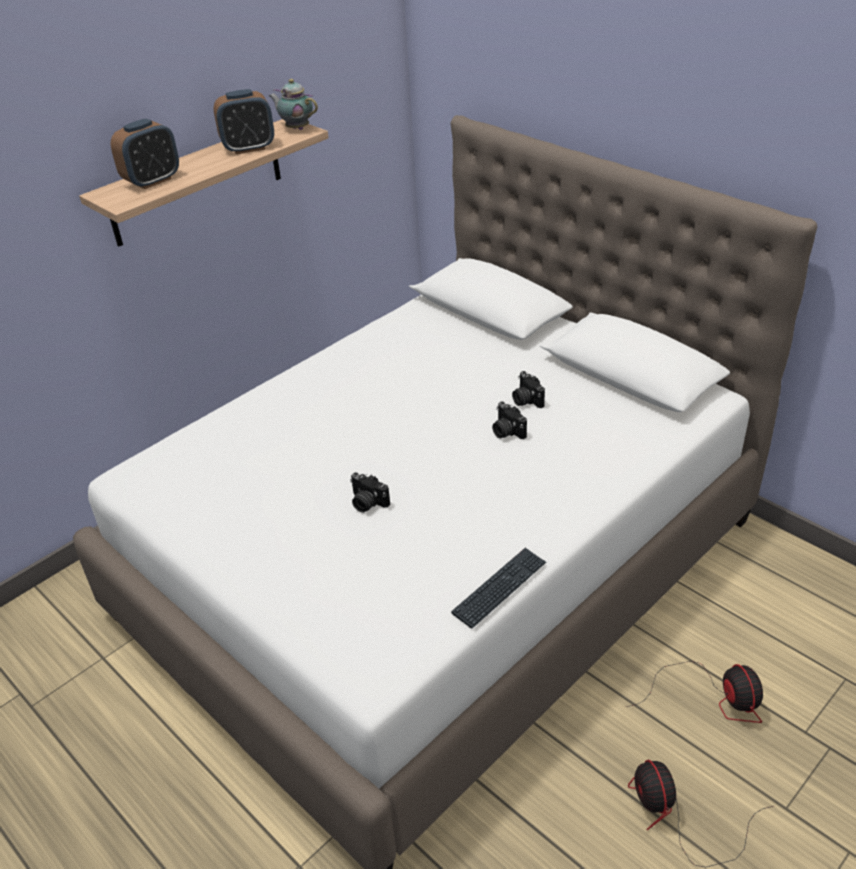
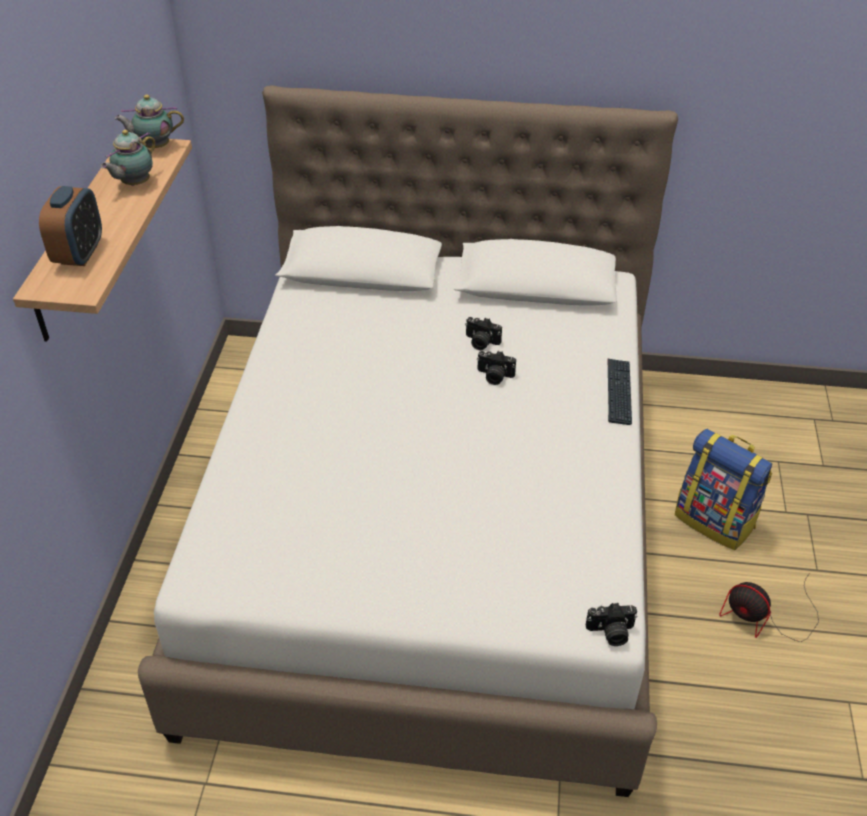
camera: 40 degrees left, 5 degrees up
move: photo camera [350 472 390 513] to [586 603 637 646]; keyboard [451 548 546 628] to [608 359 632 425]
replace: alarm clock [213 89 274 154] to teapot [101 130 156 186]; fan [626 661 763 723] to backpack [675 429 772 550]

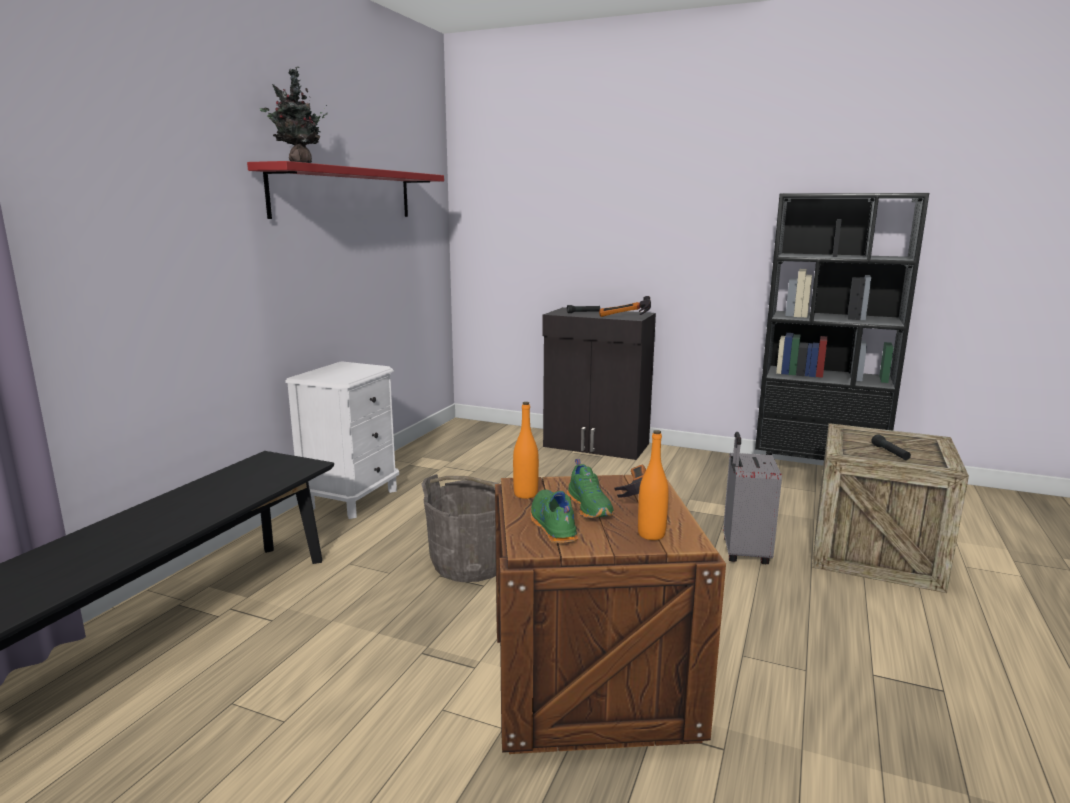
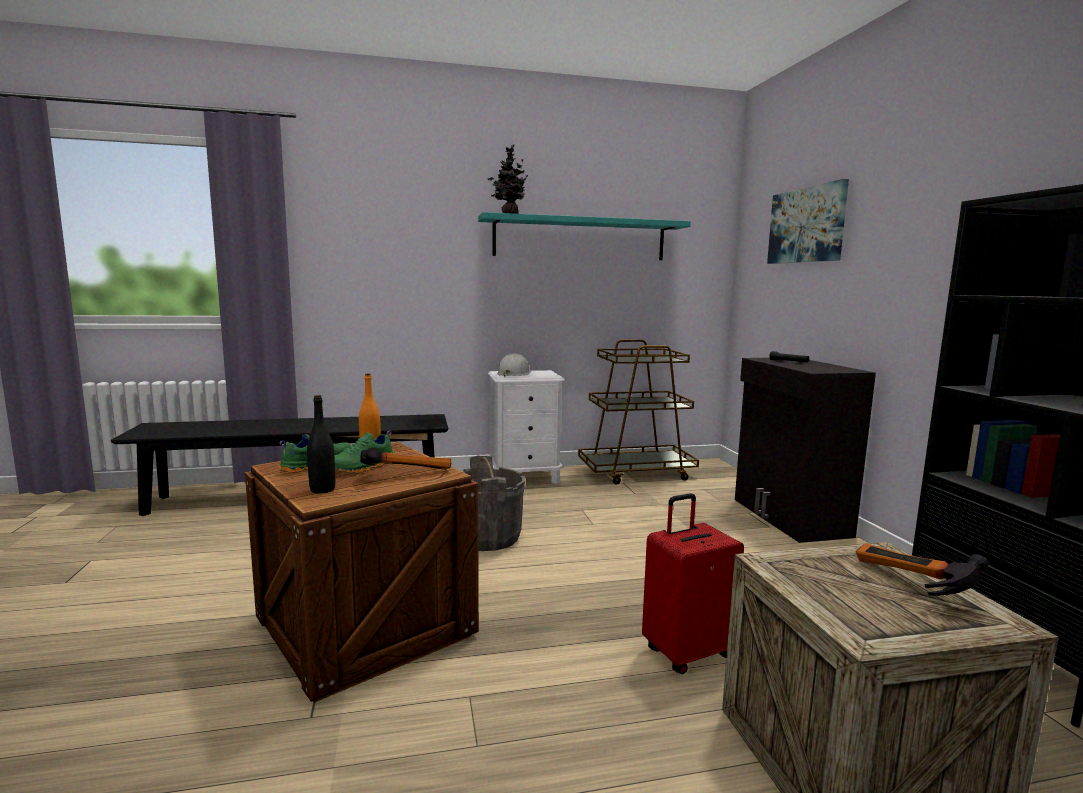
camera: 55 degrees right, 5 degrees down
delete: flashlight (black) [872 434 911 460]
insert: hard hat (white) [497 353 531 377]; cart (brown) [578 339 699 485]; picture [767 179 849 264]
move: hammer [599 296 651 317] to [856 543 989 596]
recolor: bottle (orange) [638 430 669 540] to bottle (black) [307 395 335 494]; shelf (red) [247 161 444 219] to shelf (turquoise) [478 212 691 260]; suitcase (grey) [723 432 782 564] to suitcase (red) [642 493 744 674]

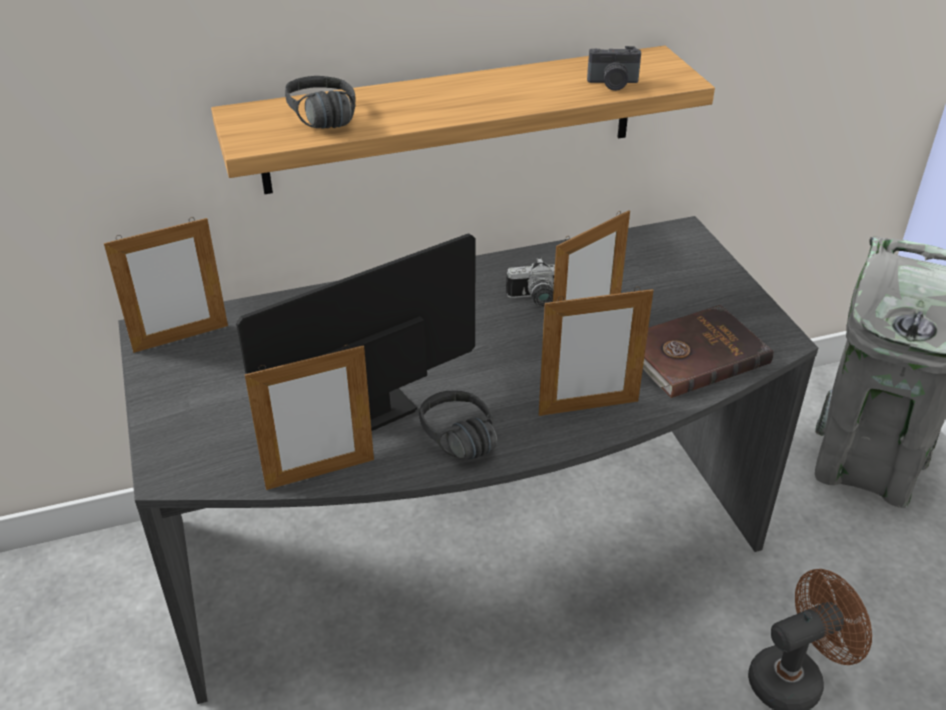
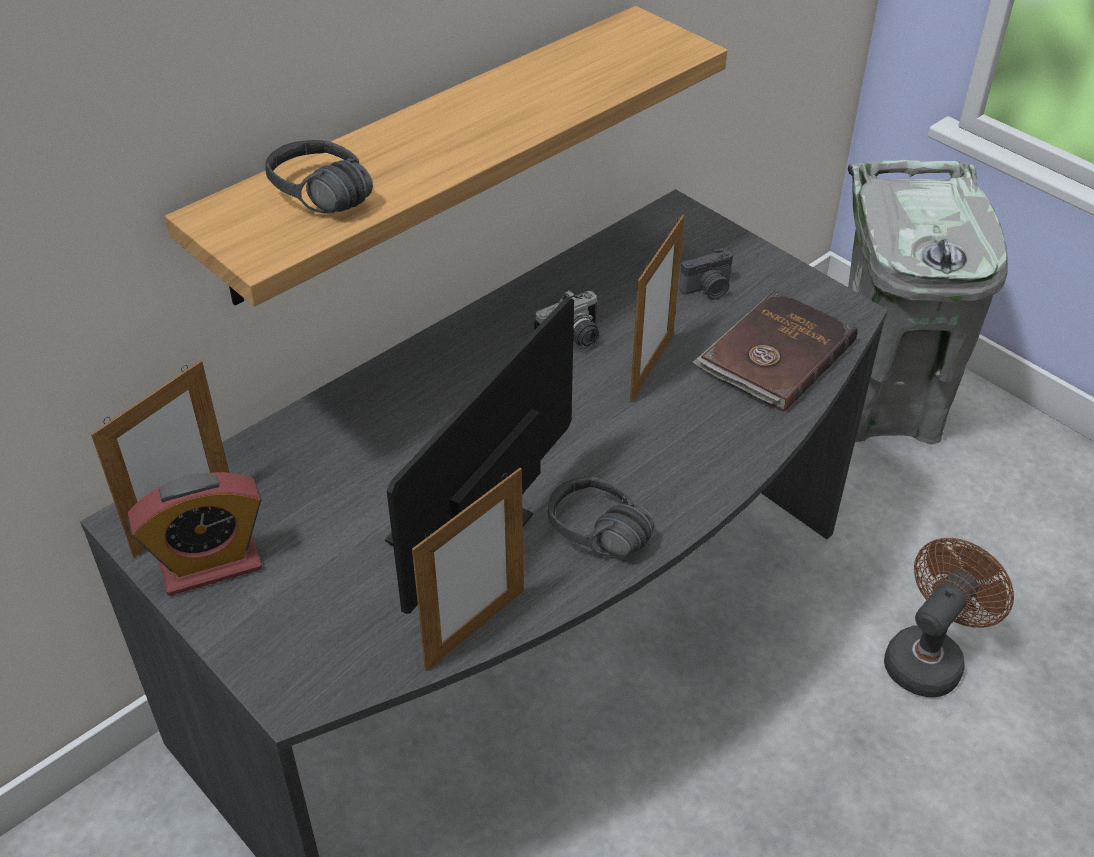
camera: 25 degrees left, 5 degrees up
delete: picture frame [539 287 654 416]
insert: alarm clock [128 472 262 596]
move: photo camera [587 46 641 91] to [679 248 733 300]

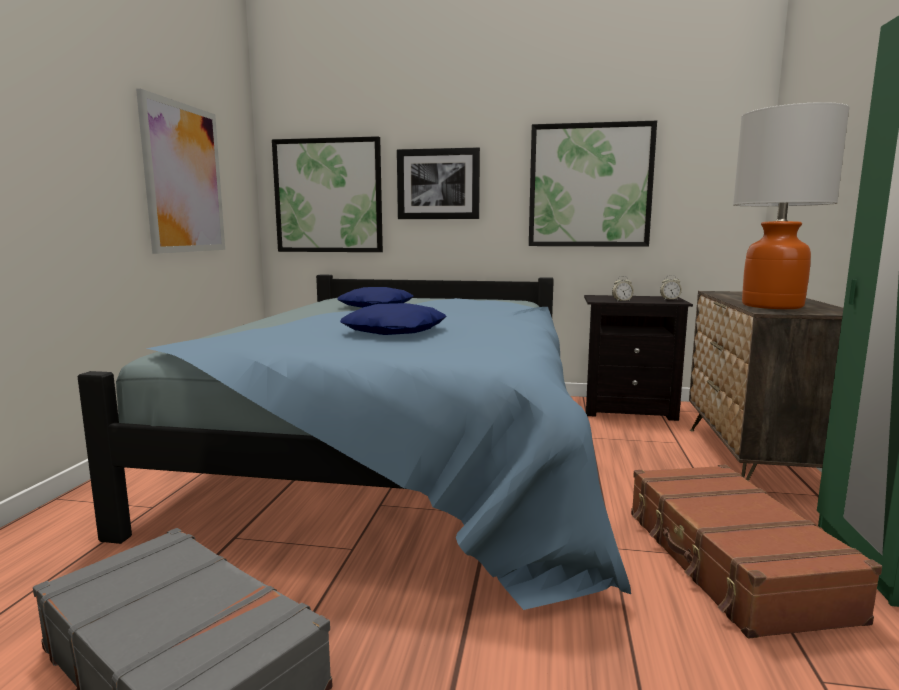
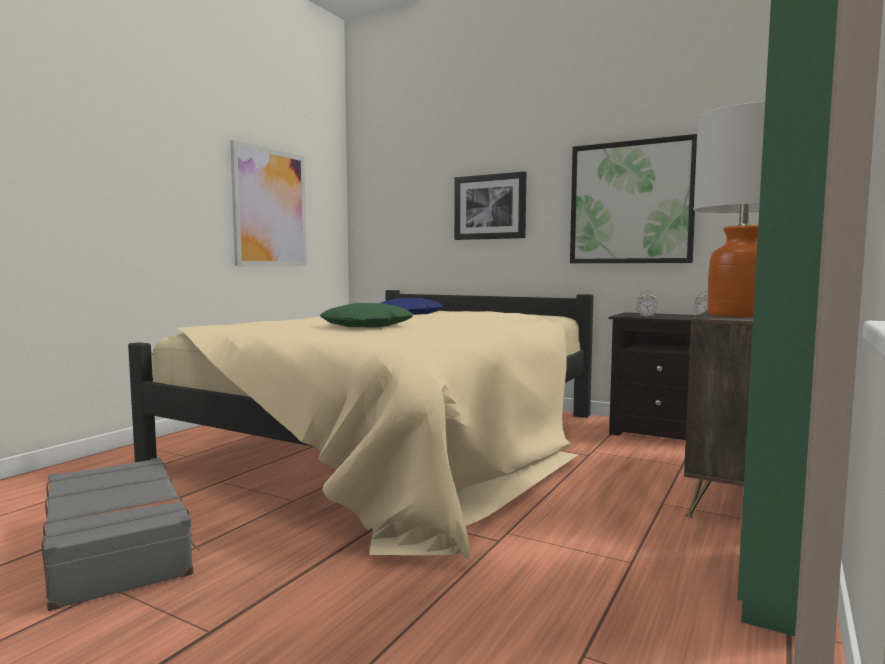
camera: 20 degrees right, 5 degrees down
delete: picture [272 136 383 252]; suitcase (brown) [631 465 882 638]
recolor: bed (blue) [77 275 631 610] to bed (beige) [128 290 593 561]; pillow (blue) [340 303 446 335] to pillow (green) [320 303 413 327]

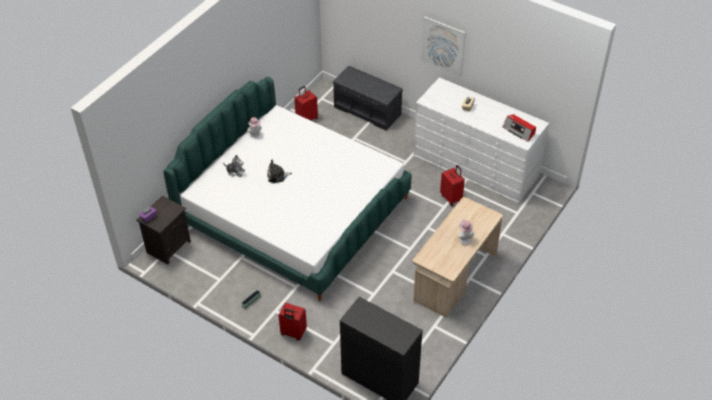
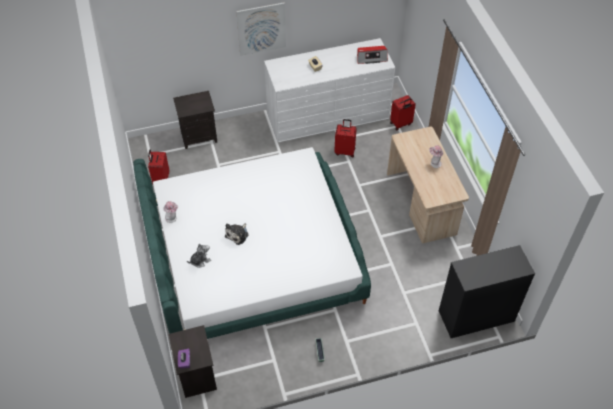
camera: 50 degrees left, 5 degrees up
move: suitcase (red) [279 303 307 341] to [390 95 416 130]
replace: bench (grey) [333 66 403 131] to nightstand (black) [173 91 218 149]

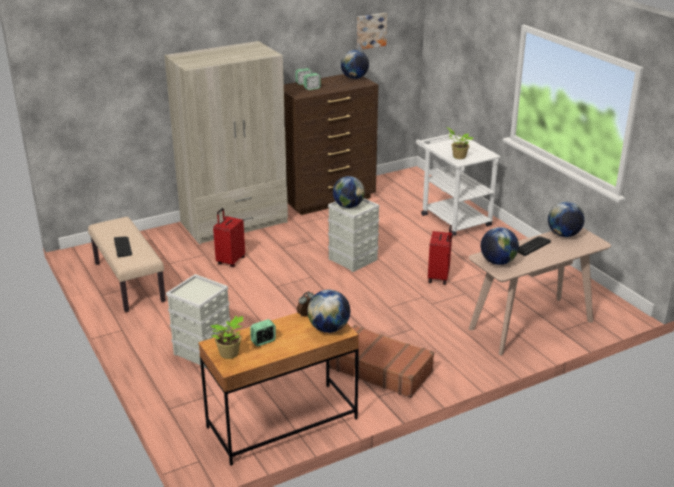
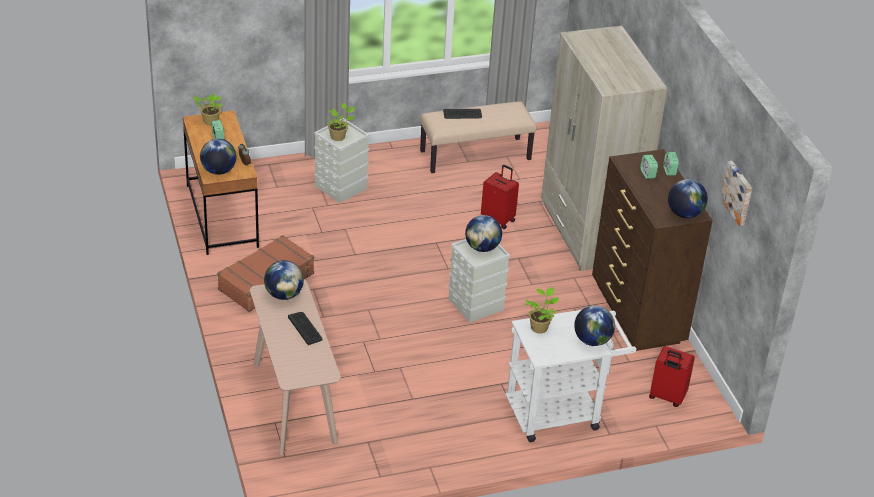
camera: 100 degrees right, 10 degrees up
insert: potted plant [327 103 355 141]
move: globe [548 202 585 237] to [574 305 615 346]; suitcase (red) [428 225 452 285] to [649 346 695 407]

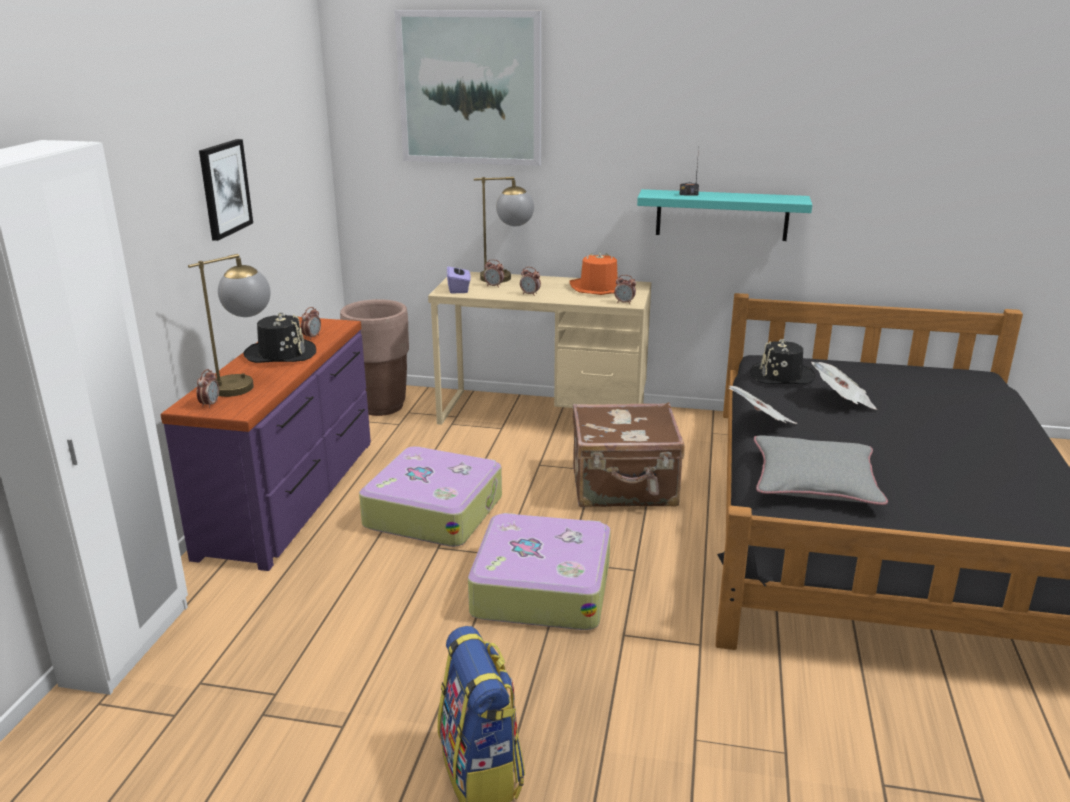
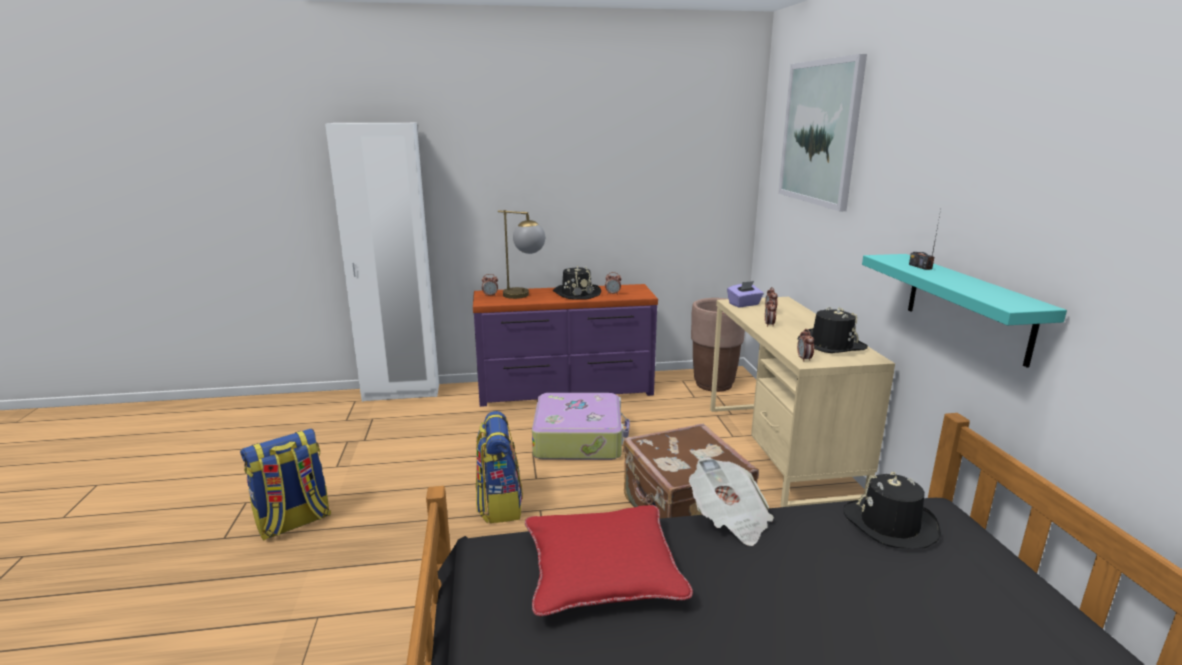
camera: 70 degrees right, 5 degrees down
delete: picture [199 139 253 241]; table lamp [474 177 534 283]; newspaper [811 362 877 410]
replace: suitcase [468 513 611 630] to backpack [476 411 523 523]
recolor: pillow (grey) [754 435 888 505] to pillow (red) [525 505 693 616]; hat (orange) [570 252 618 295] to hat (black) [798 307 868 353]

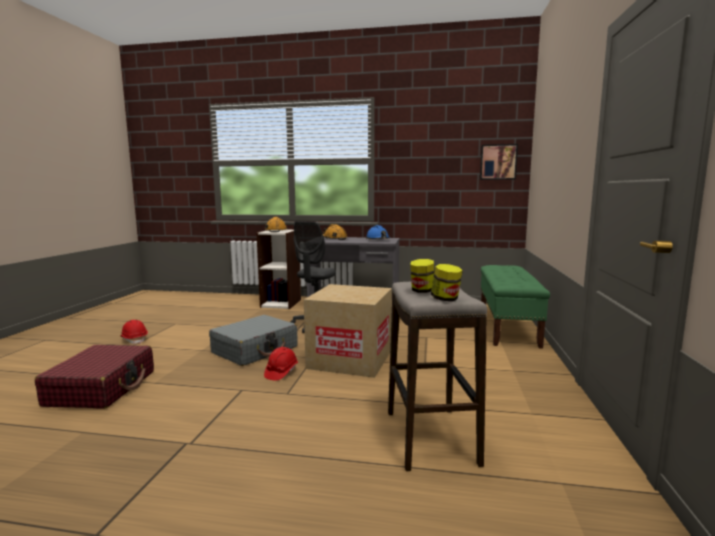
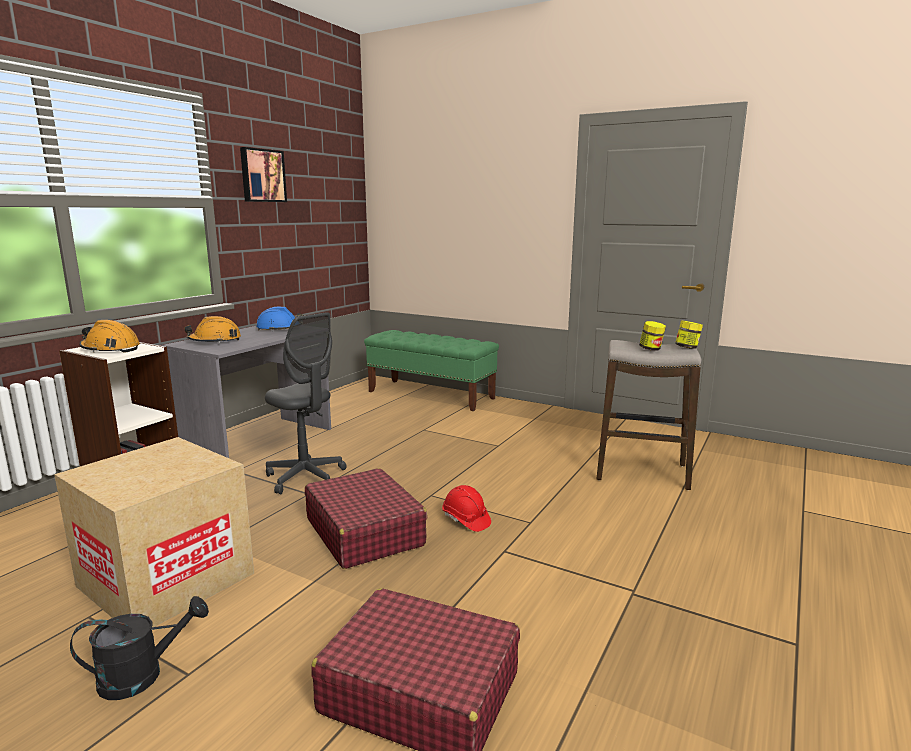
camera: 70 degrees left, 5 degrees up
move: cardboard box [304 284 392 378] to [54 437 254 627]; picture [480 144 518 180] to [240 147 287 202]
replace: hard hat (red) [120 320 148 344] to watering can (black) [70 596 209 700]
recolor: suitcase (grey) [209 315 298 366] to suitcase (red) [305 468 427 569]

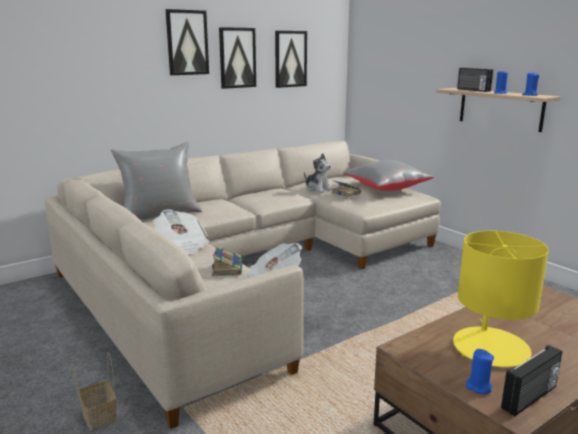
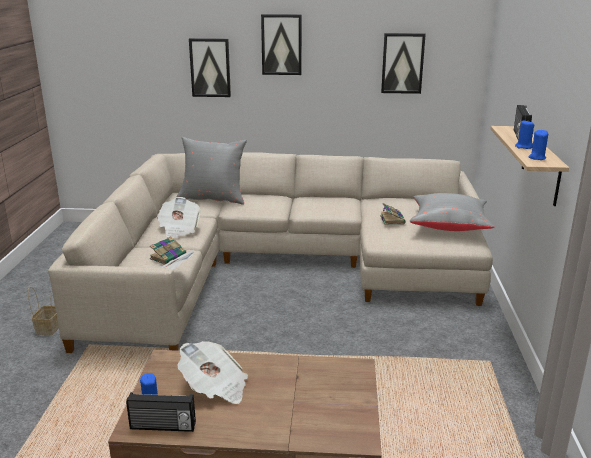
camera: 40 degrees right, 5 degrees up
delete: plush toy [304 153 333 193]
move: picture [219 27 256 89] to [189 38 231 97]
replace: table lamp (yellow) [453 231 549 367] to newspaper [177 341 248 404]

